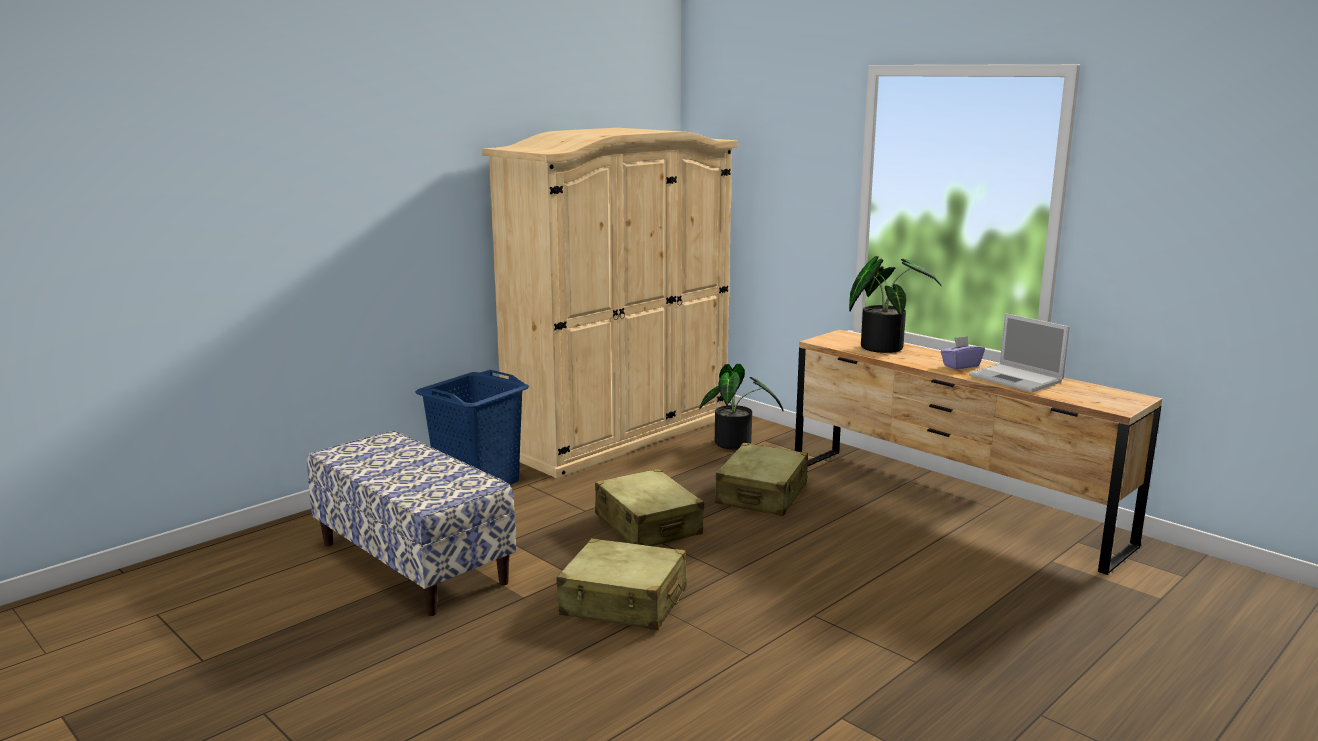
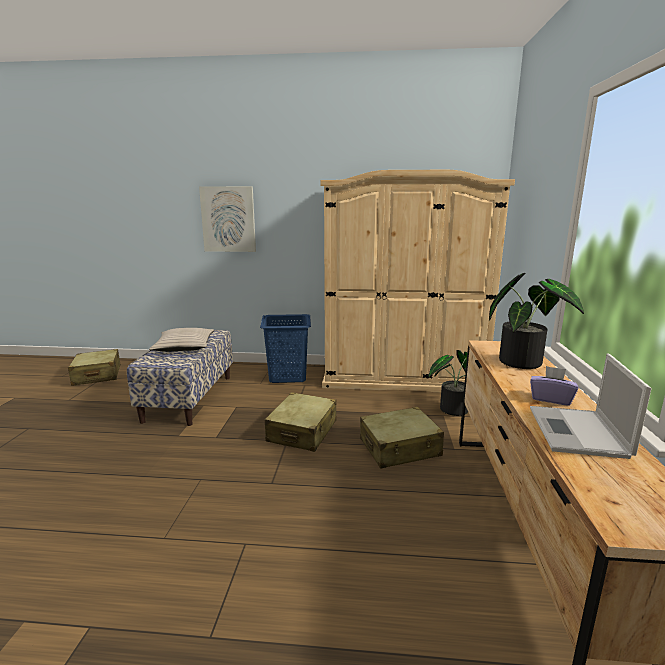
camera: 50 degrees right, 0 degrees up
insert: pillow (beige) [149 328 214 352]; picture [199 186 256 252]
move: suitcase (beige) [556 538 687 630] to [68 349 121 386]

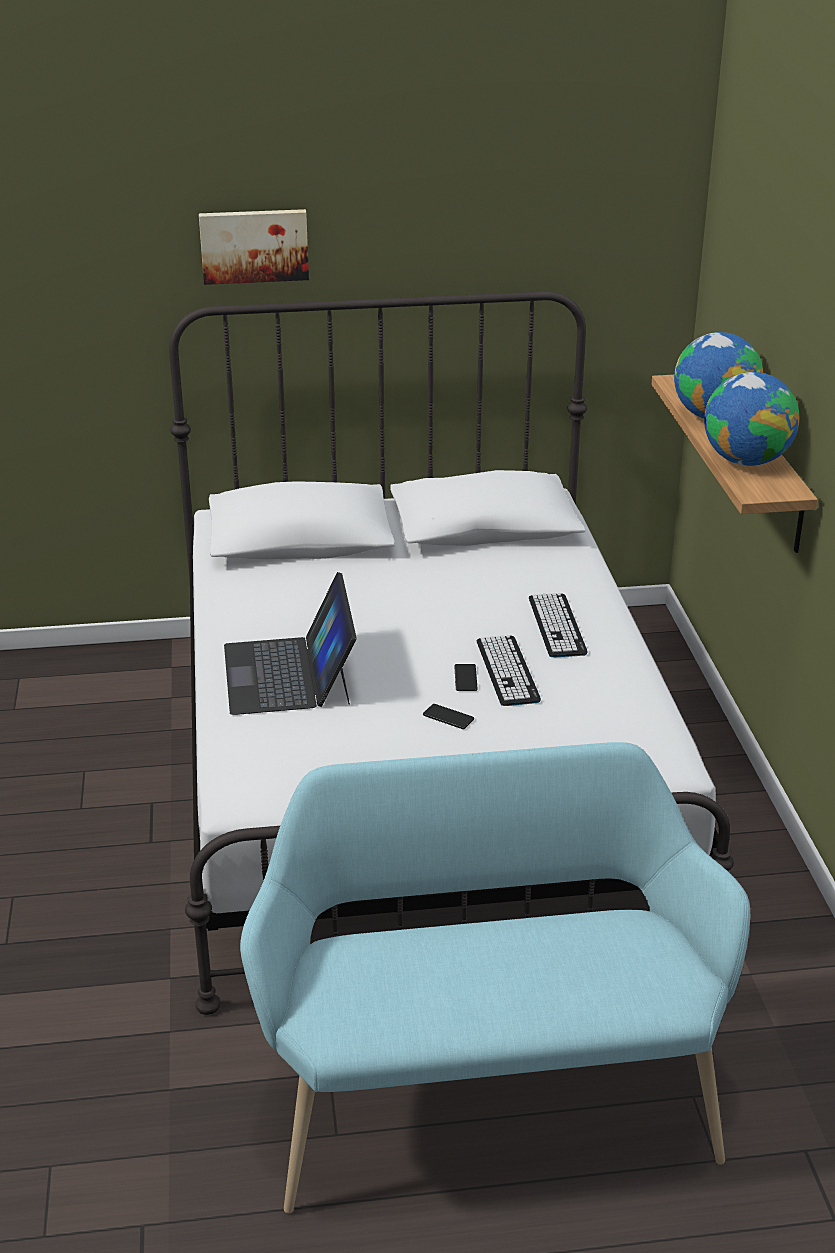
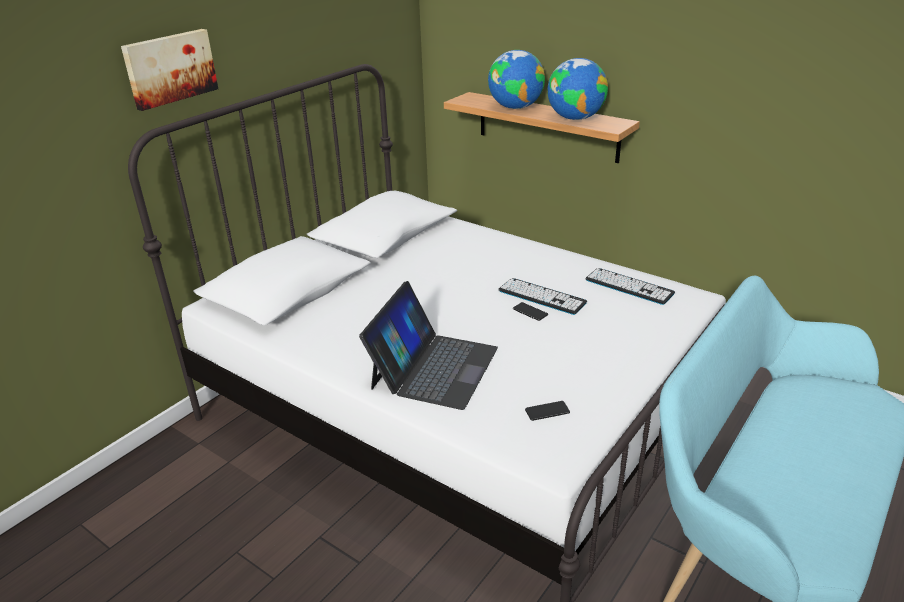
camera: 45 degrees left, 0 degrees up
move: phone [423 704 474 729] to [525 401 570 421]; keyboard [529 593 588 657] to [585 268 675 305]
rotate: laptop [224 572 357 715] = [359 281 498 410] 105 degrees counterclockwise

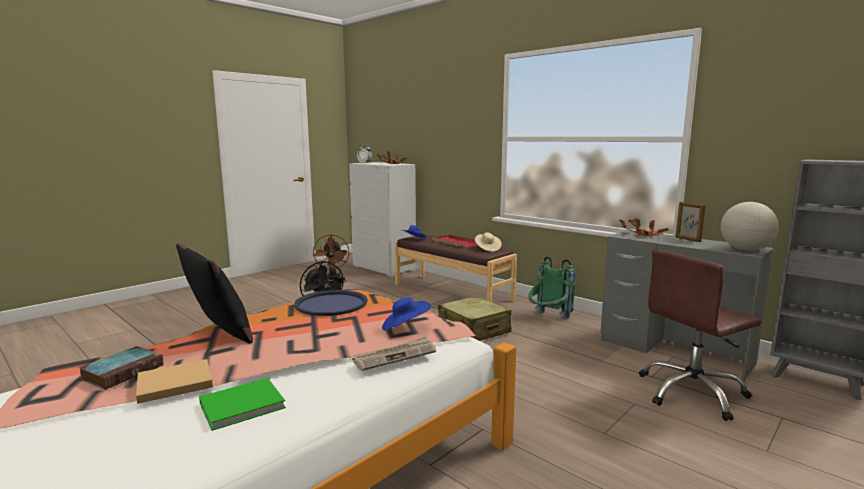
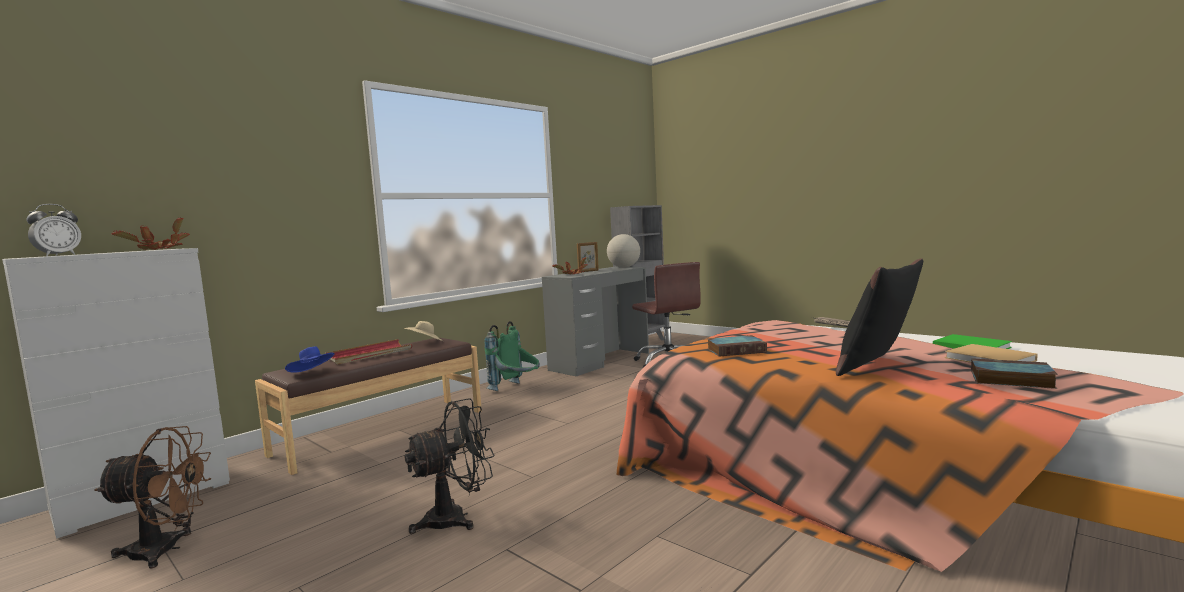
camera: 90 degrees left, 5 degrees down
delete: hat (blue) [382 297 431 330]; suitcase (beige) [438 296 512 341]
replace: tray (blue) [294 290 368 316] to book [708 335 767 356]

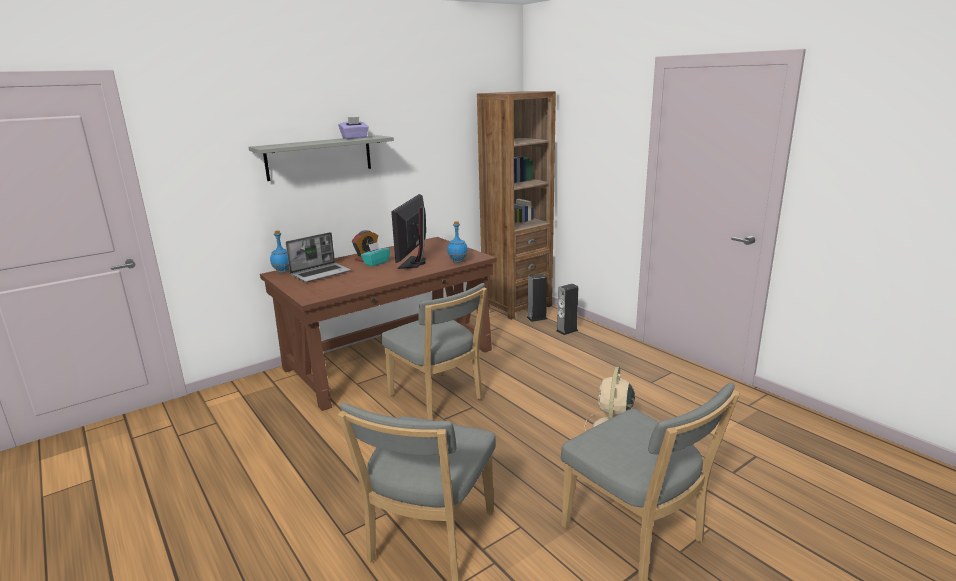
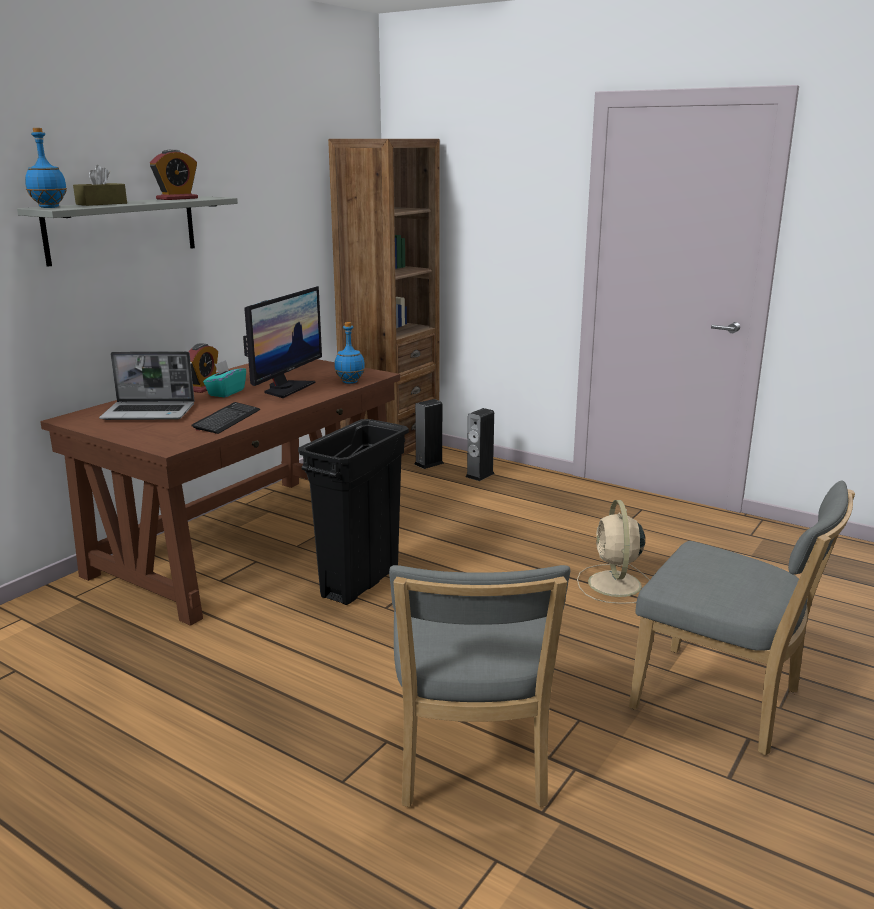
camera: 20 degrees left, 0 degrees up
insert: tissue box (brown) [73 165 127 206]; keyboard [191 402 260 434]
move: bottle (blue) [270 230 289 273] to [25 128 67 208]
replace: tissue box (purple) [339 117 369 139] to alarm clock [150 149 198 200]; chair (grey) [381 283 487 420] to trash can (black) [298 419 409 605]
rotate: laptop [286 232 351 282] = [99 351 194 420] 60 degrees clockwise; monitor [391 194 426 269] = [243 286 322 398] 150 degrees counterclockwise

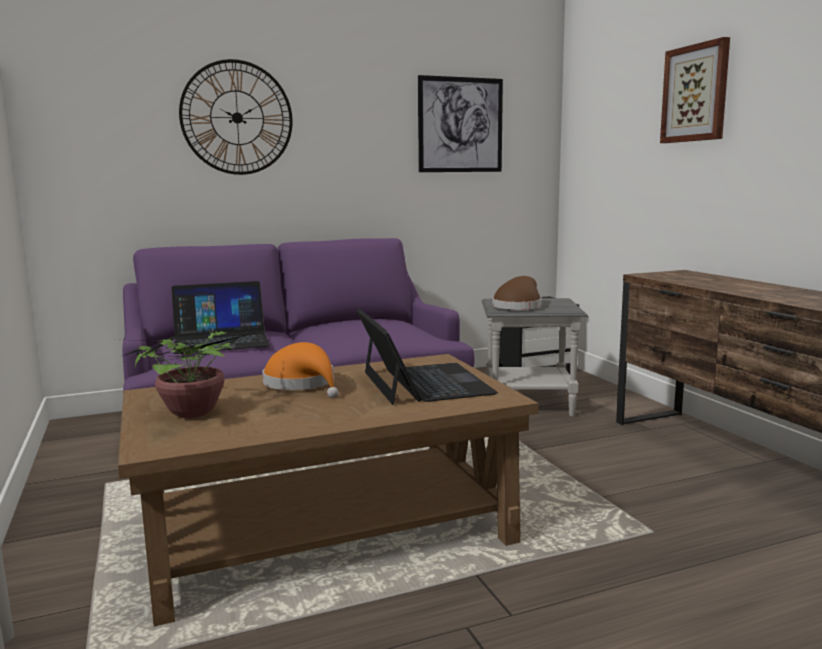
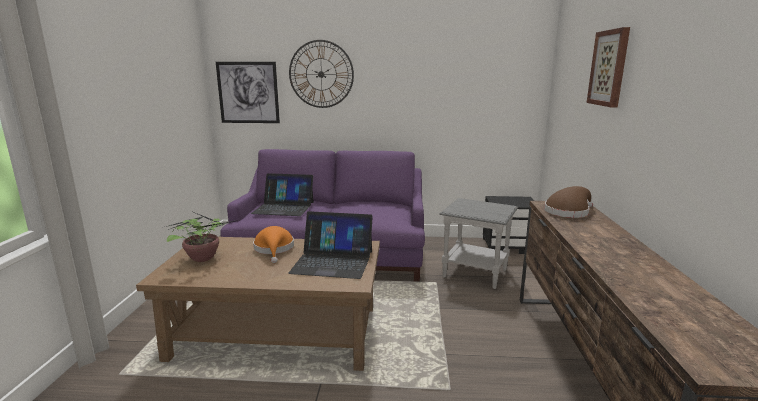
camera: 25 degrees right, 5 degrees up
move: picture [418 75 503 172] to [216 62 280 123]; hat (brown) [492 276 542 310] to [544 186 593 218]
rotate: laptop [357 309 498 405] = [288 211 373 279] 90 degrees clockwise

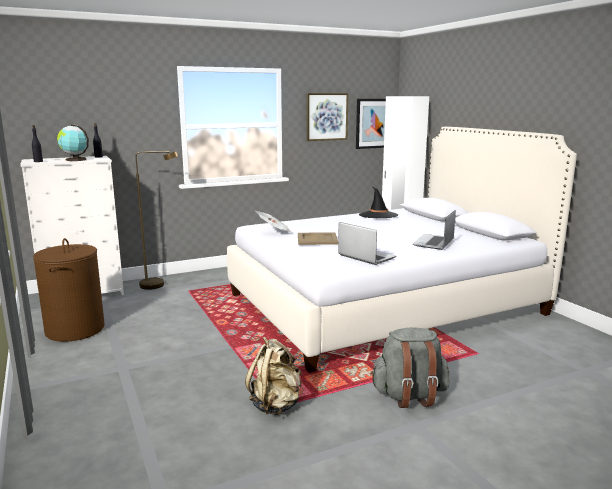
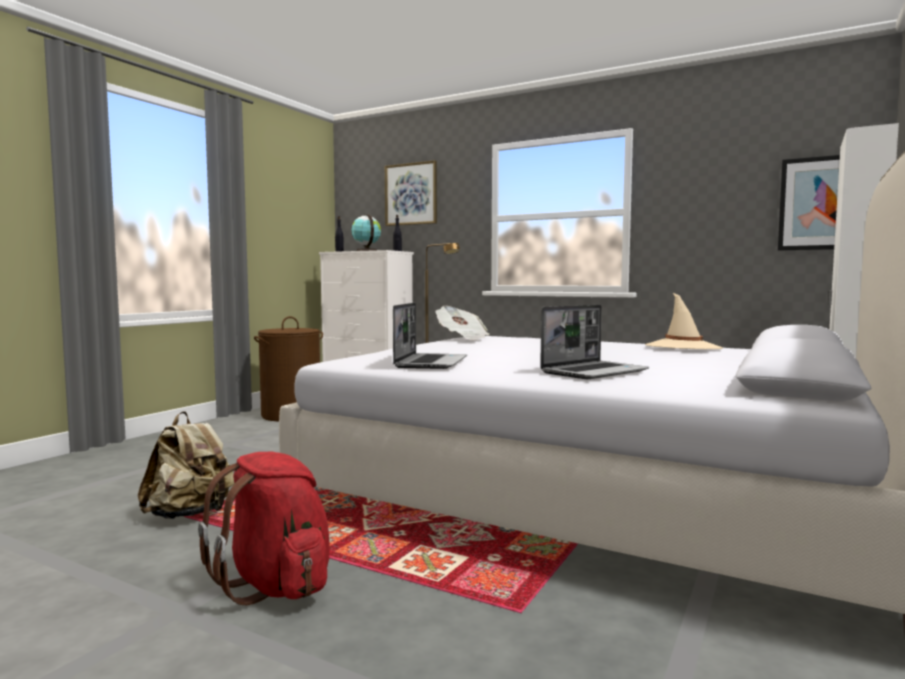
camera: 55 degrees right, 10 degrees down
delete: tray (beige) [298 232 338 245]
move: picture [307 93 349 141] to [385 160 437 226]
recolor: backpack (grey) [370 328 450 408] to backpack (red) [198 452 330 605]; hat (black) [359 187 398 218] to hat (beige) [645 292 723 349]
rotate: laptop [413 210 456 250] = [540 305 649 379] 150 degrees clockwise

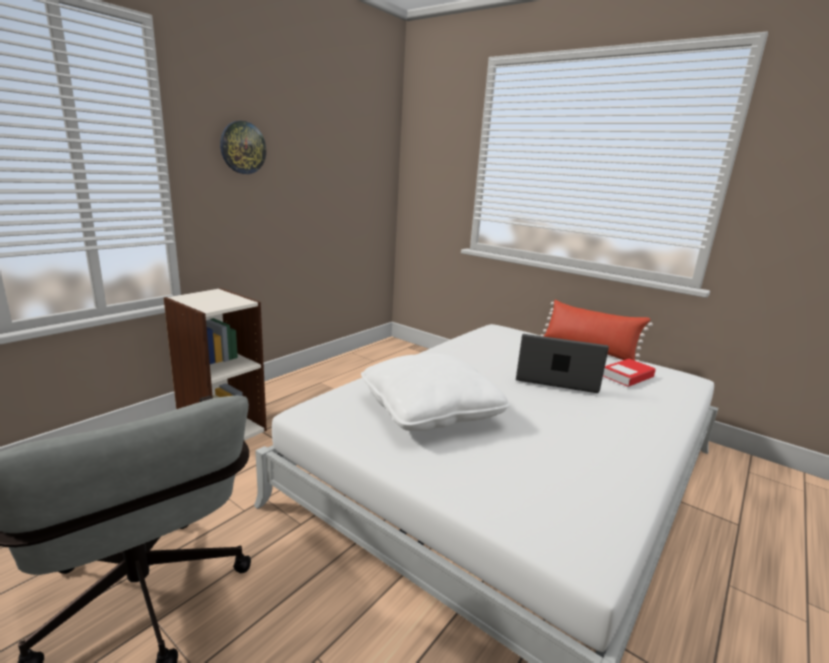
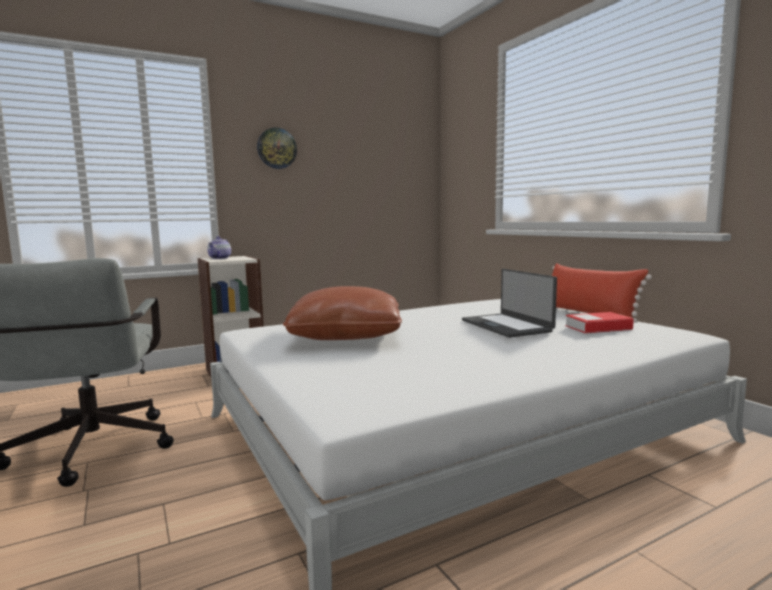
camera: 25 degrees right, 10 degrees down
insert: teapot [207 236 231 259]
recolor: pillow (white) [361 353 510 431] to pillow (brown) [283 286 402 340]
rotate: laptop [516 334 609 393] = [462 269 557 338] 150 degrees counterclockwise

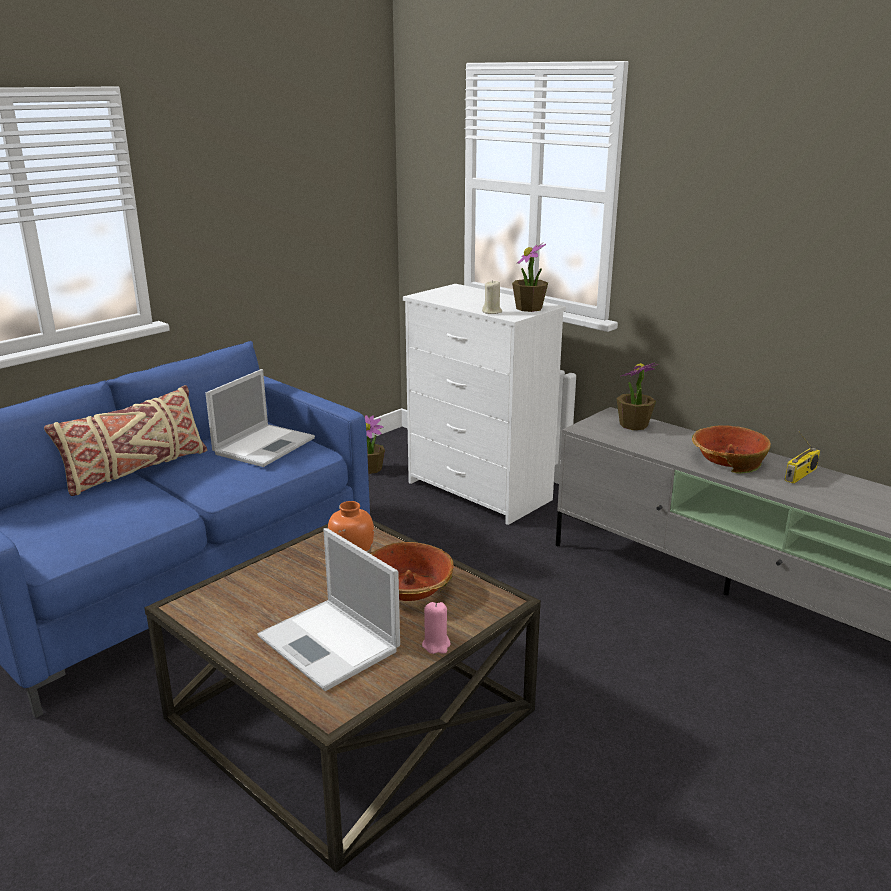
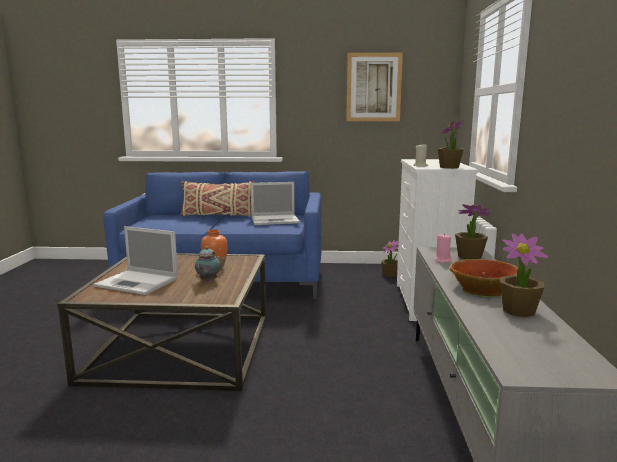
camera: 50 degrees right, 10 degrees down
insert: picture [346 53 403 121]
move: candle (pink) [422 602 451 654] to [435 233 452 263]
replace: bowl [371 542 454 601] to teapot [195 246 221 282]; radio [784 430 820 484] to potted plant [500 234 548 317]
rotate: laptop [257 528 400 691] = [94 226 178 295] 75 degrees counterclockwise

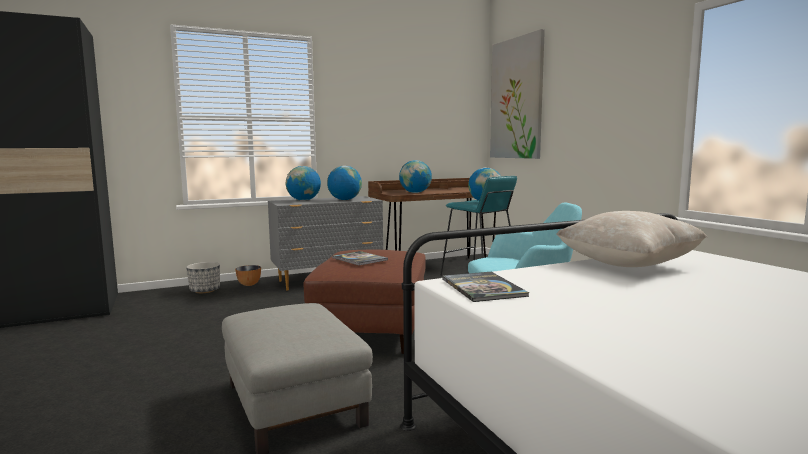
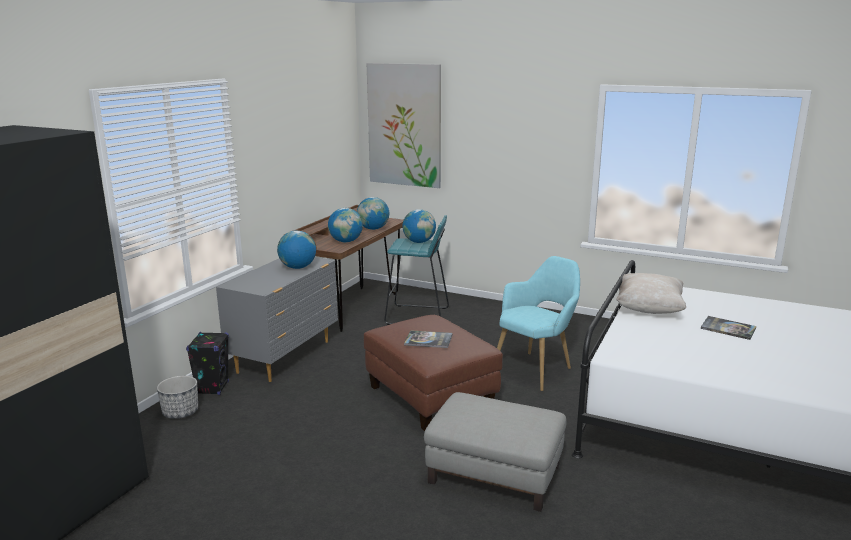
camera: 40 degrees left, 10 degrees up
move: globe [286 166 321 201] to [357 197 389 230]; book [442 272 529 302] to [701 316 756 340]
replace: bowl [235 265 261 286] to speaker (black) [186 332 229 395]

